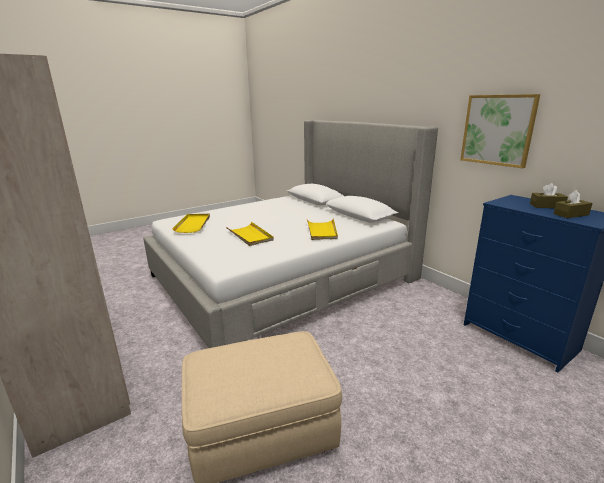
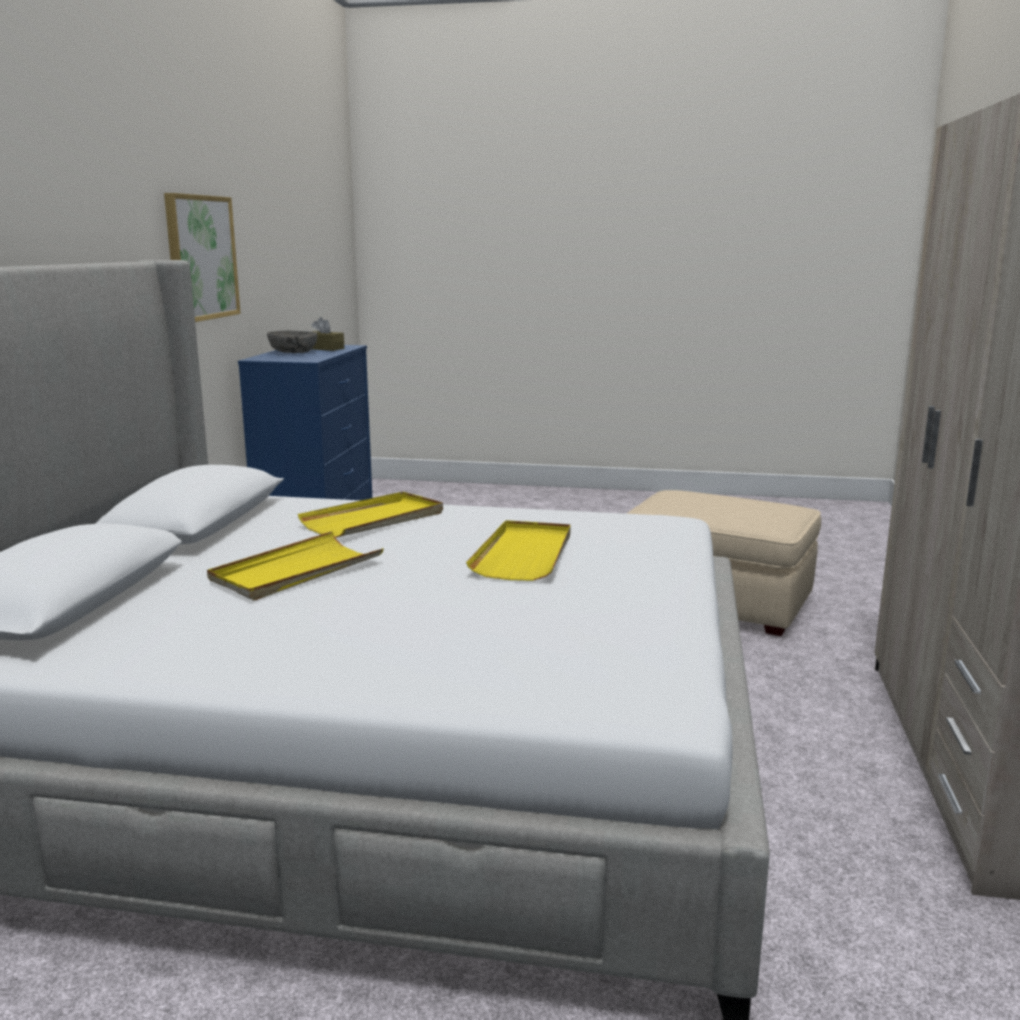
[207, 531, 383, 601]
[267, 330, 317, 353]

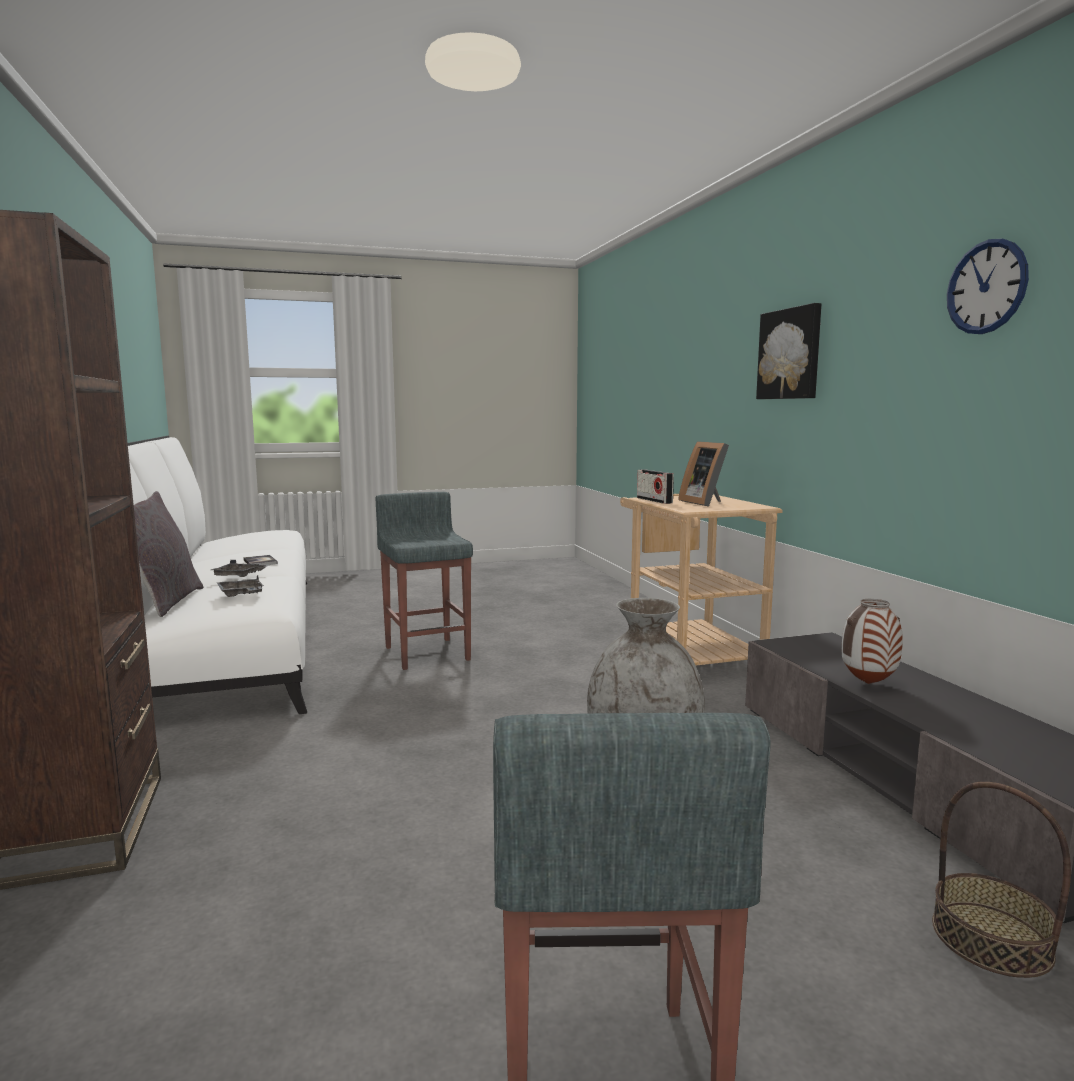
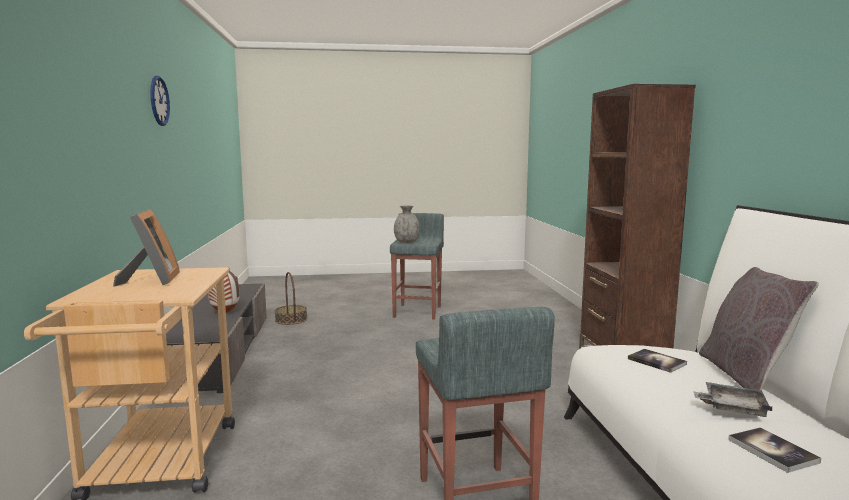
[628, 349, 687, 373]
[637, 469, 674, 504] (first image)
[756, 303, 822, 399] (first image)

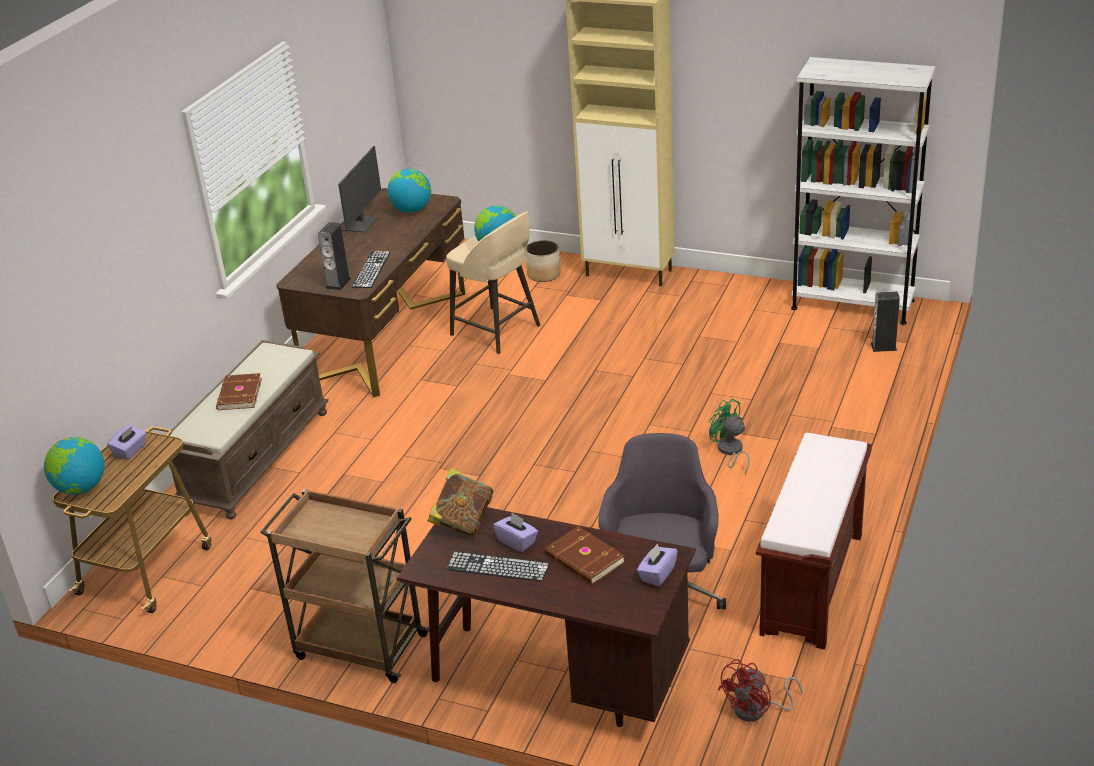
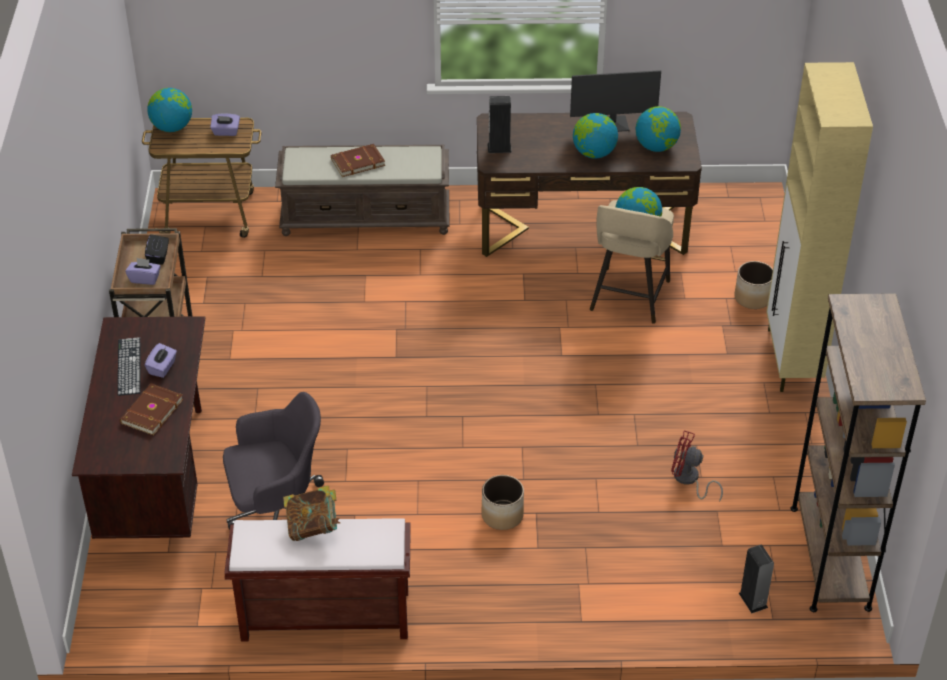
[125, 258, 161, 285]
[145, 234, 169, 264]
[283, 485, 340, 541]
[482, 475, 524, 530]
[573, 113, 618, 158]
[671, 430, 723, 502]
[790, 293, 926, 612]
[352, 251, 390, 288] (first image)

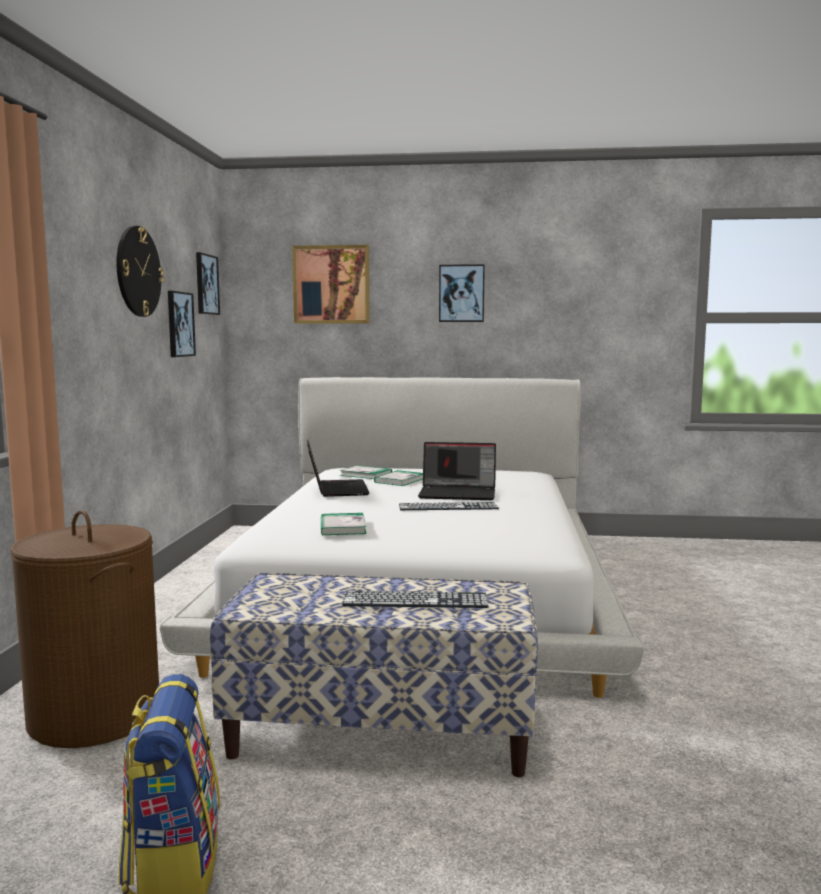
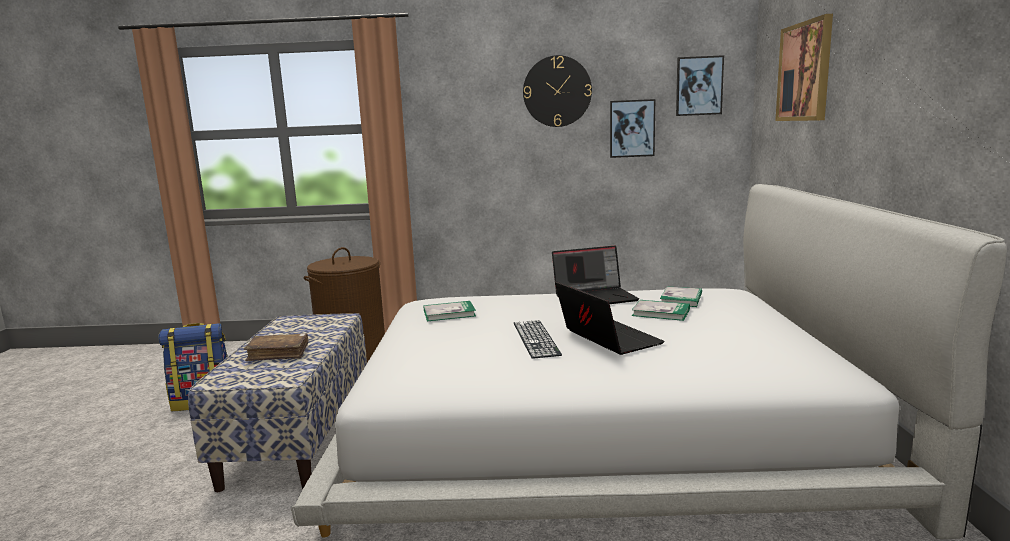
[244, 333, 309, 361]
[555, 281, 665, 355]
[439, 264, 485, 322] (first image)

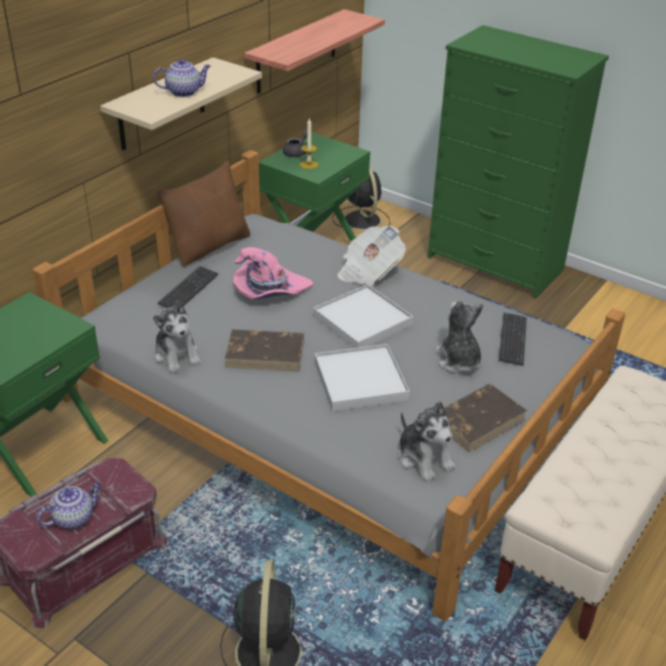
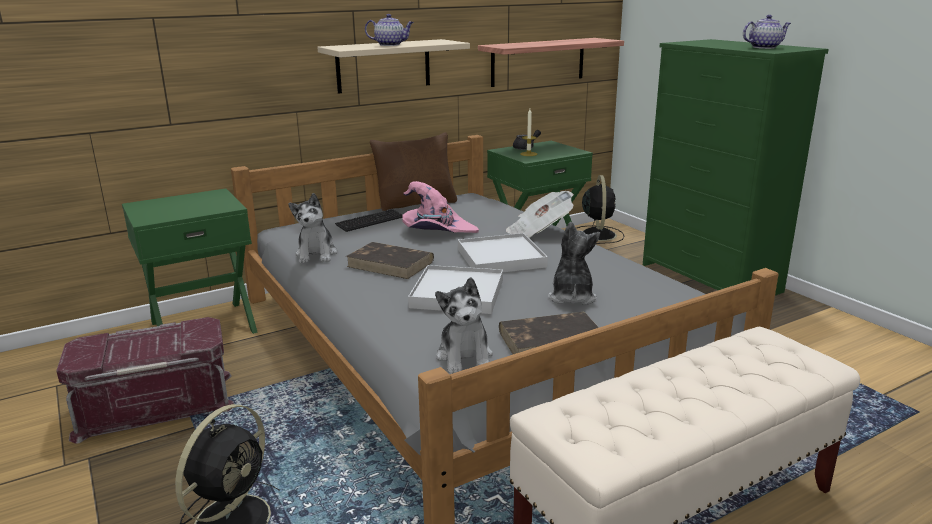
[743, 15, 791, 49]
[499, 312, 527, 366] (first image)

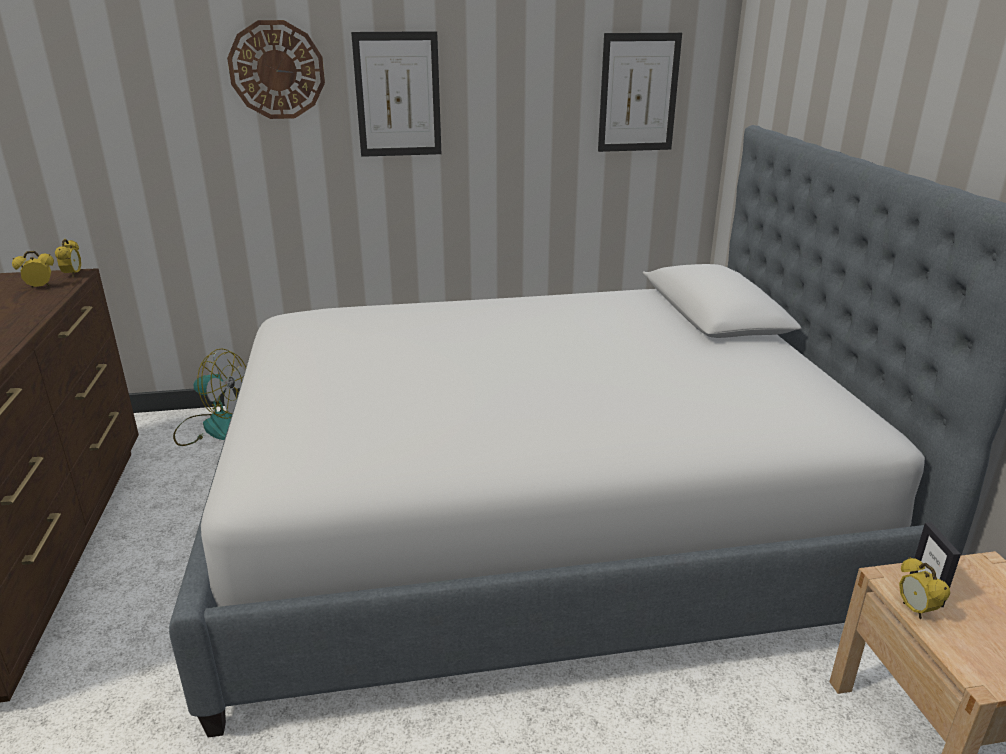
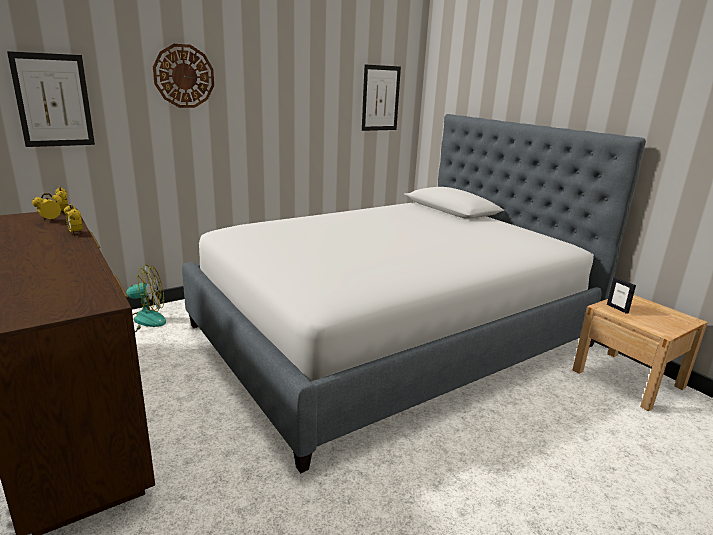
[7, 51, 95, 147]
[64, 204, 83, 235]

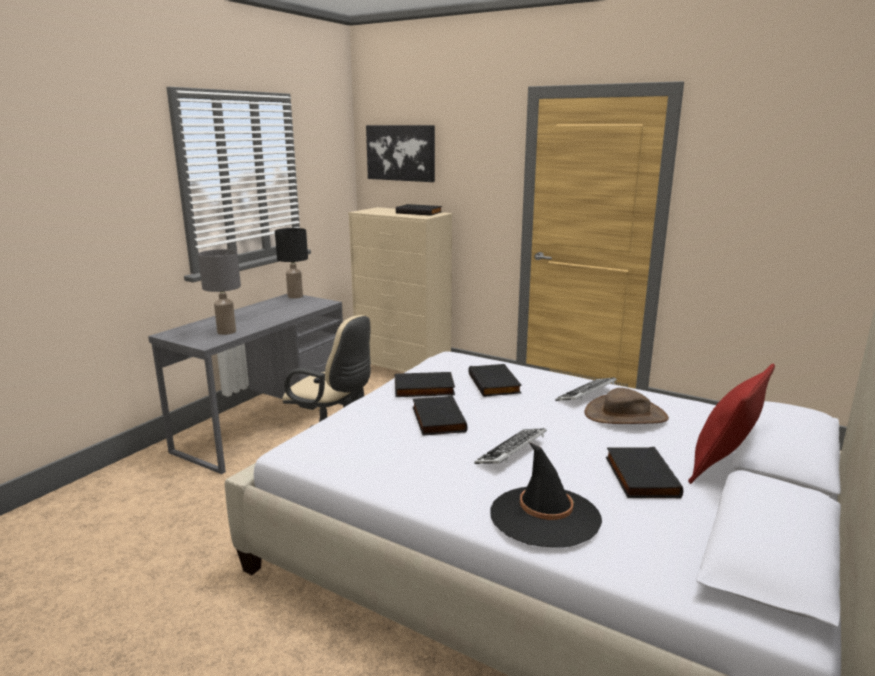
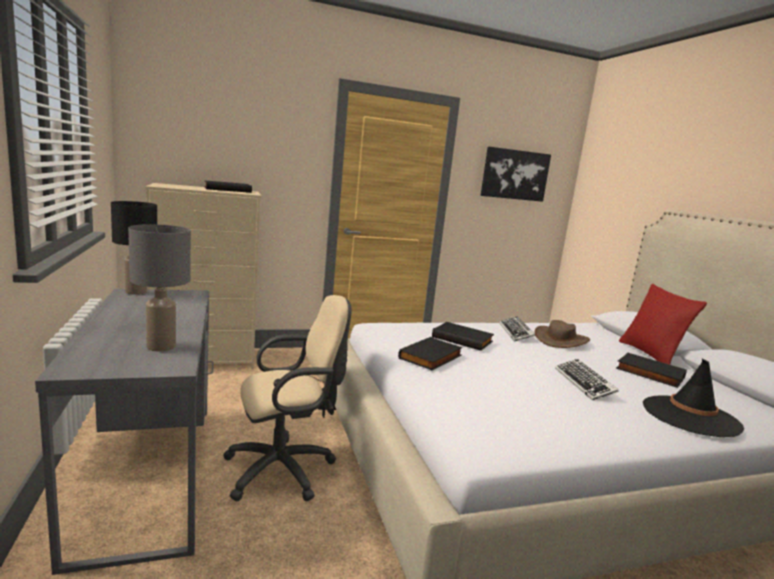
[481, 147, 551, 202]
[412, 395, 468, 436] (first image)

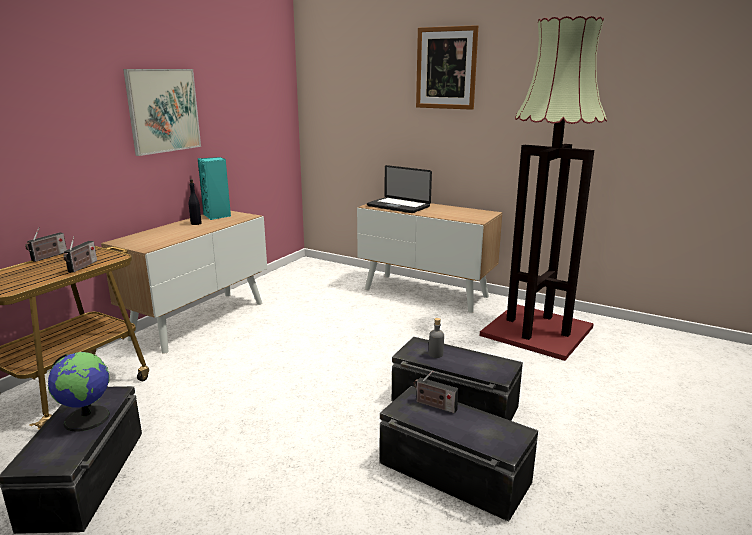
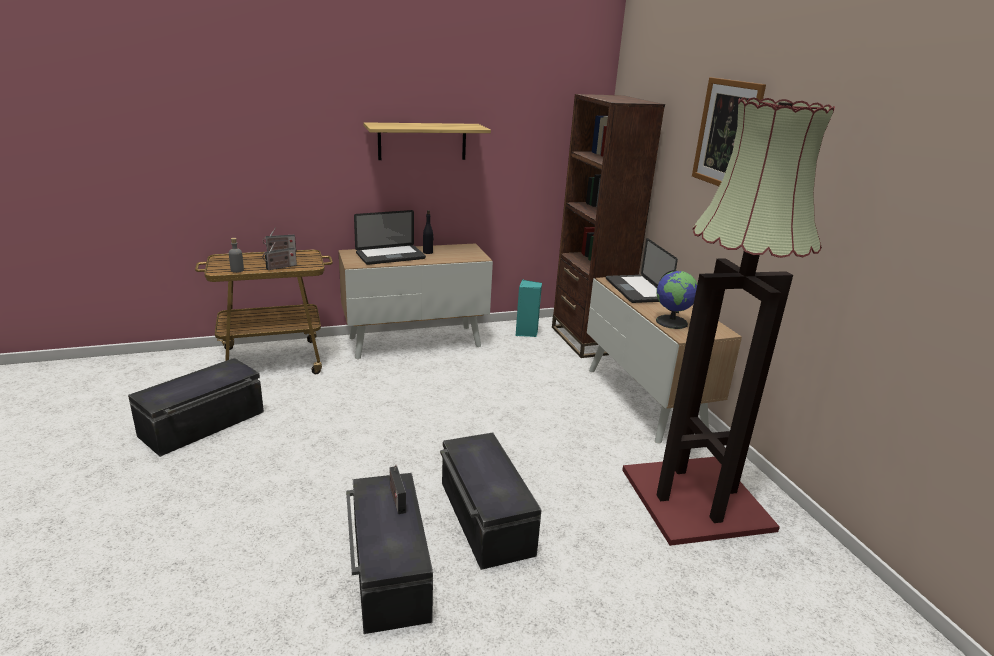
[229, 238, 244, 273]
[354, 210, 426, 265]
[363, 122, 491, 160]
[516, 279, 542, 337]
[552, 94, 665, 358]
[656, 270, 697, 329]

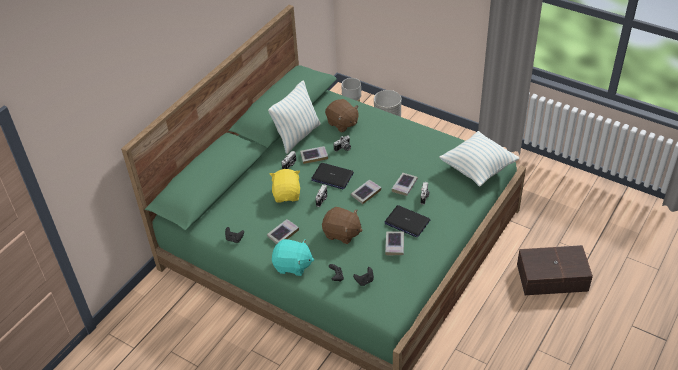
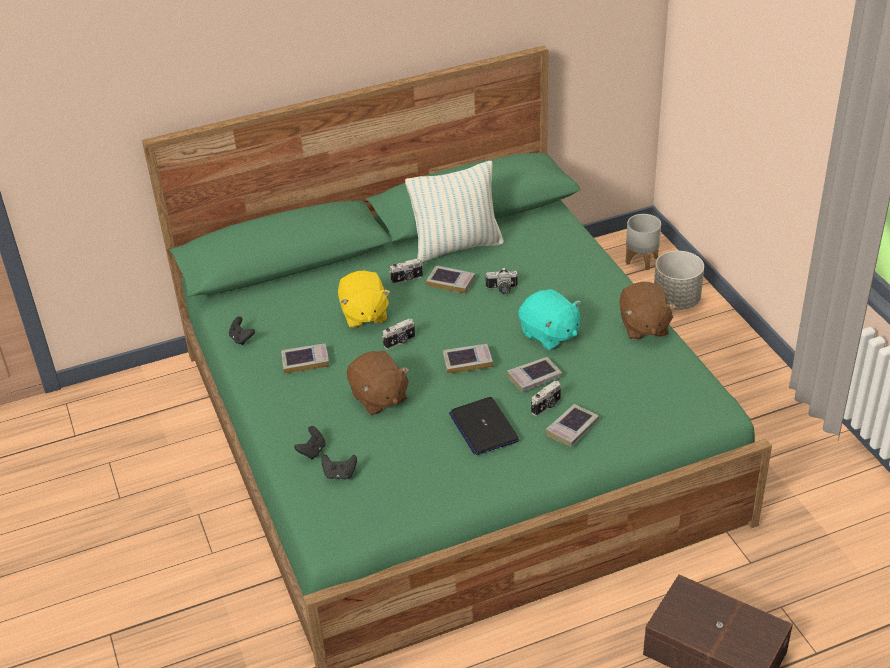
[338, 271, 390, 328]
[519, 289, 581, 350]
[546, 404, 599, 447]
[619, 282, 677, 340]
[311, 163, 354, 189] (first image)
[440, 131, 519, 187] (first image)

